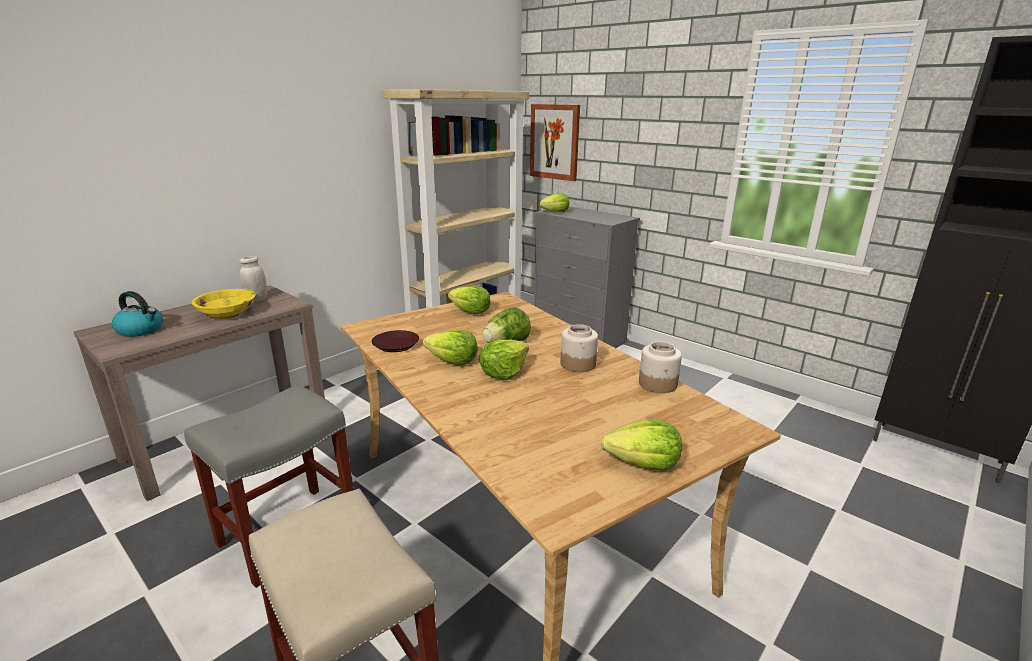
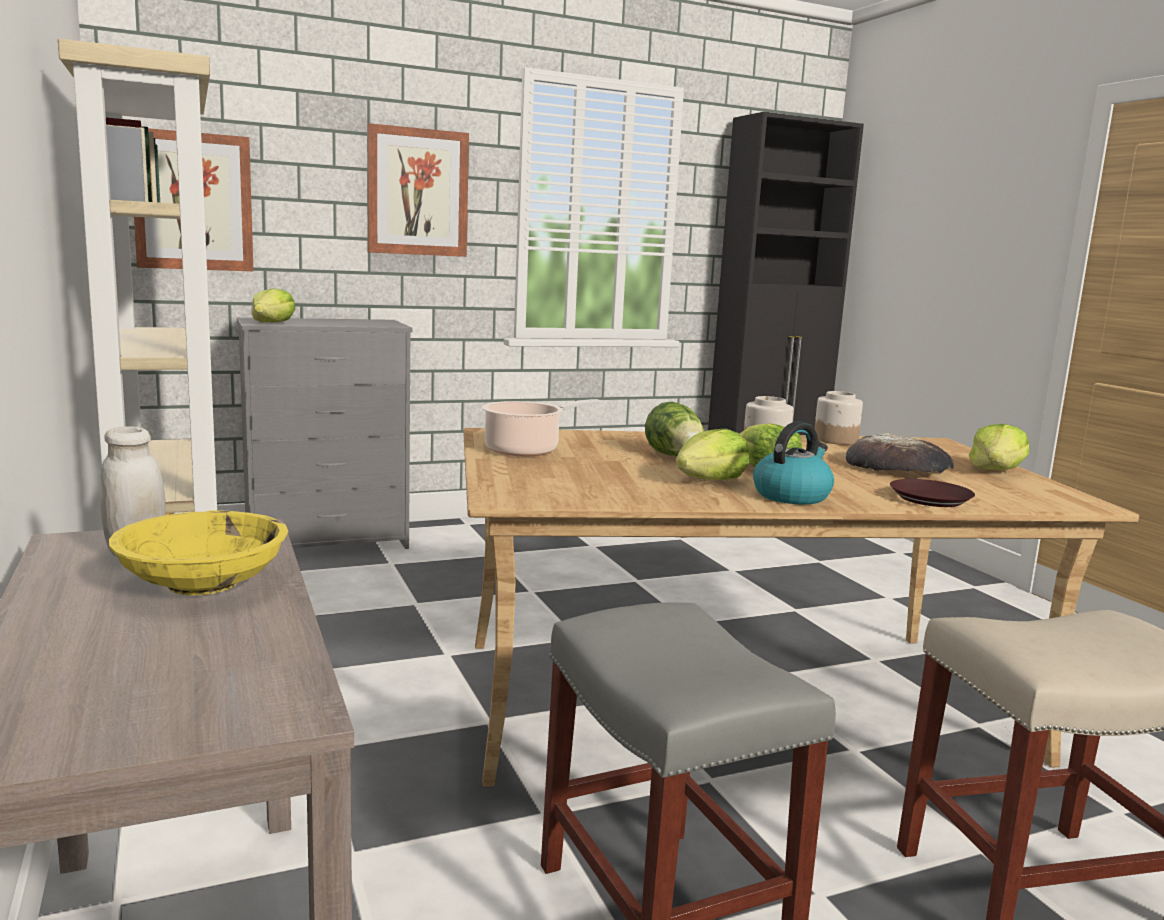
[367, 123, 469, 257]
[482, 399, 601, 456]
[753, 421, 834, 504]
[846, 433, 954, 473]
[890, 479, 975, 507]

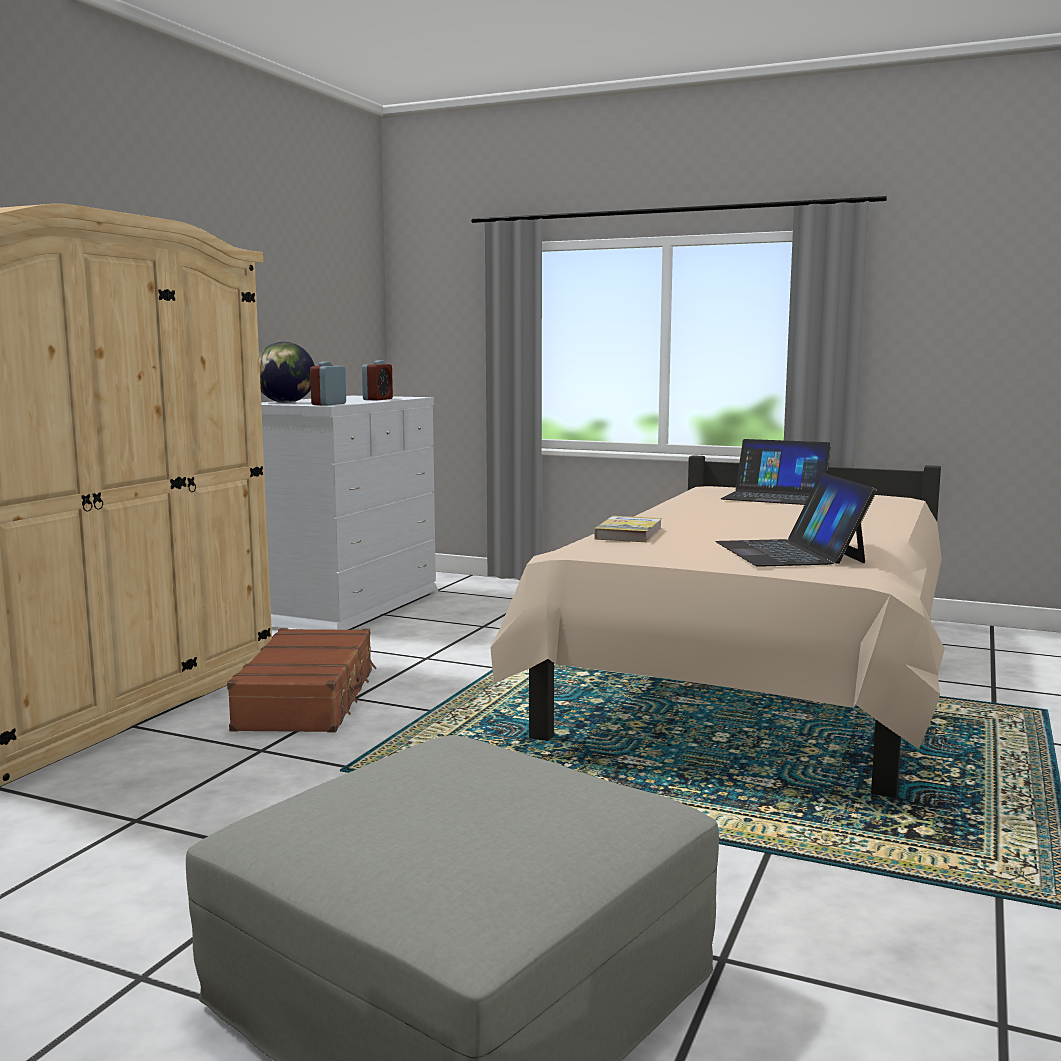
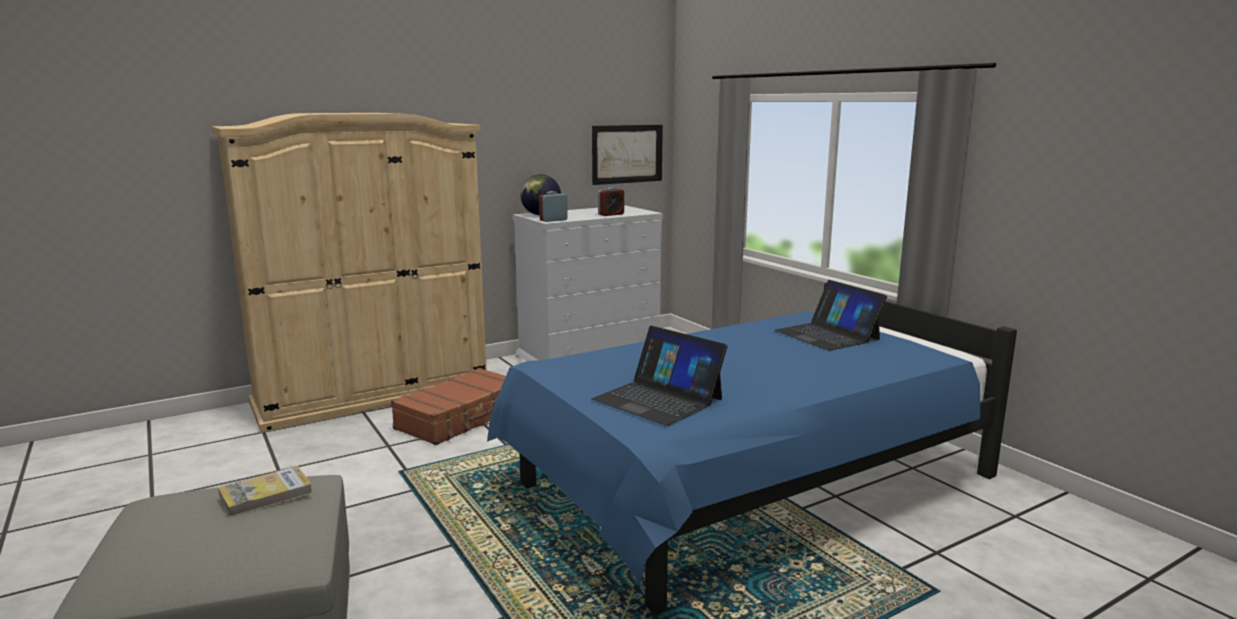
[218, 466, 312, 517]
[487, 283, 1017, 615]
[592, 125, 663, 185]
[592, 326, 727, 426]

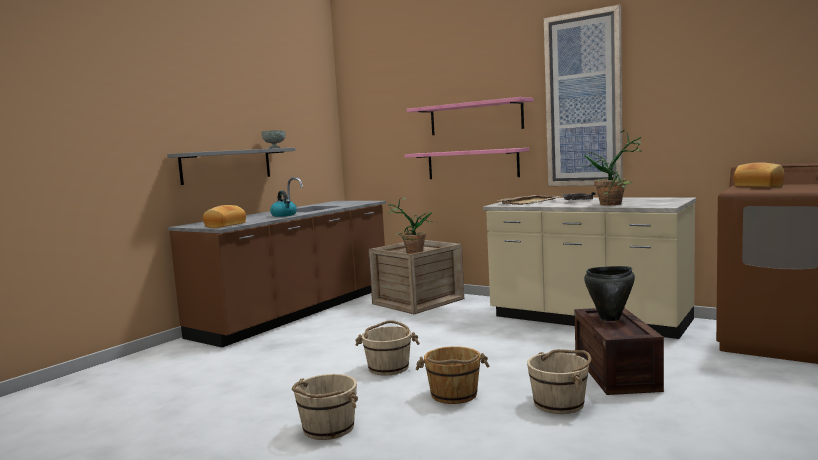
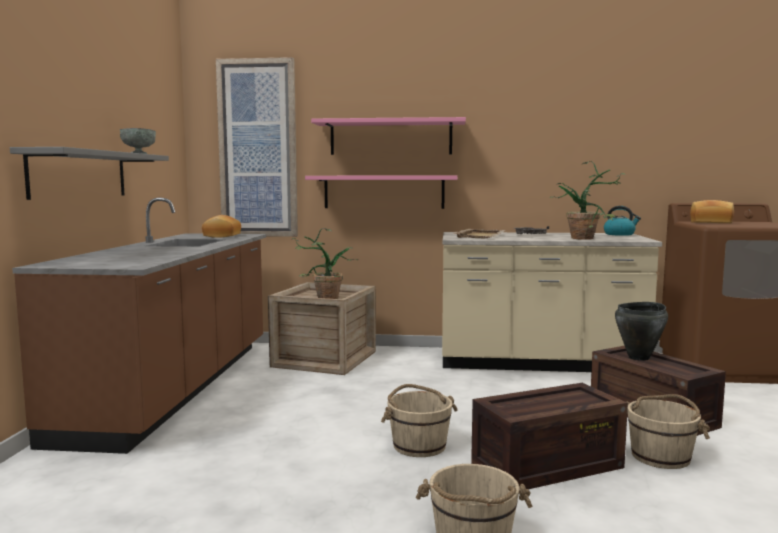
[202, 215, 241, 238]
[216, 57, 298, 237]
[471, 383, 628, 489]
[604, 206, 641, 236]

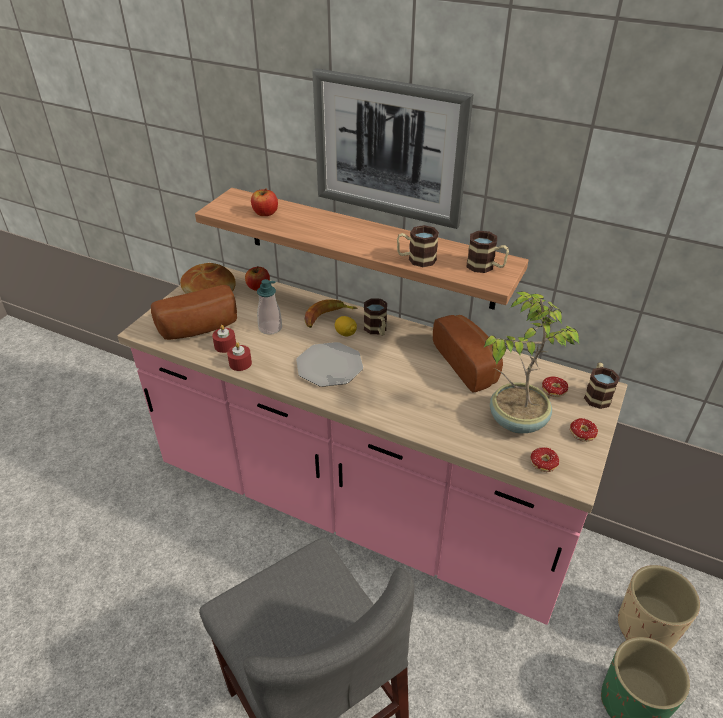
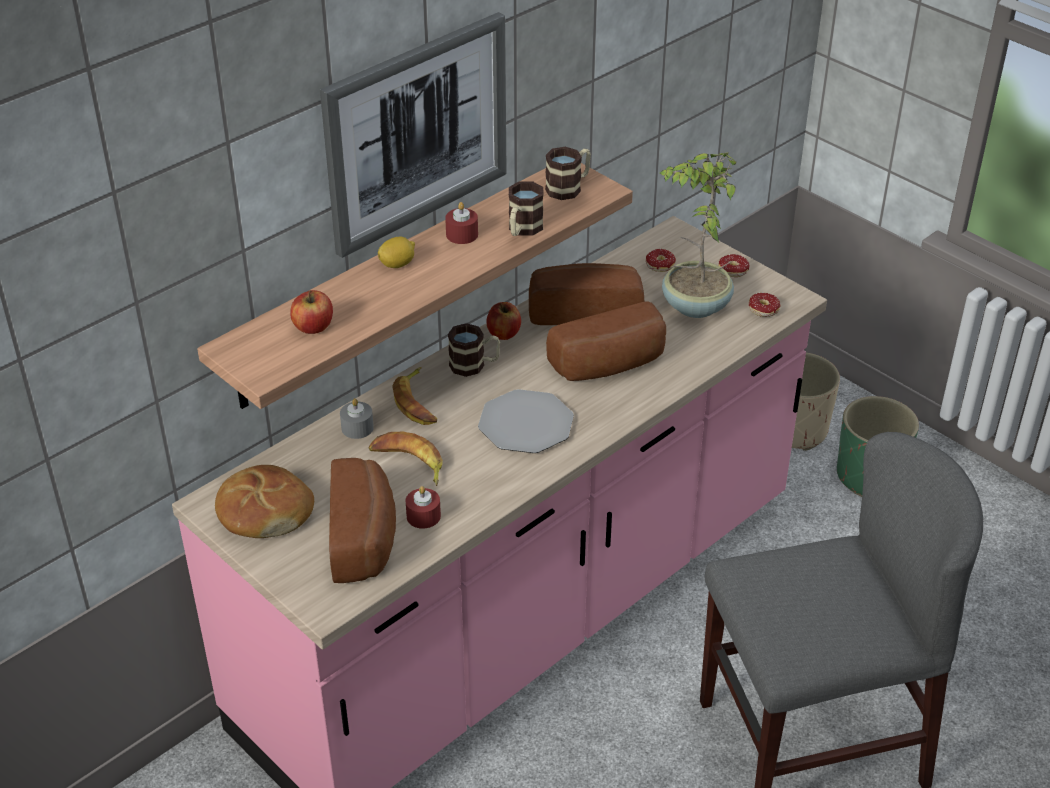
[340, 398, 374, 439]
[368, 432, 443, 486]
[378, 236, 415, 268]
[445, 202, 478, 244]
[486, 302, 521, 340]
[546, 301, 666, 381]
[584, 362, 620, 409] (first image)

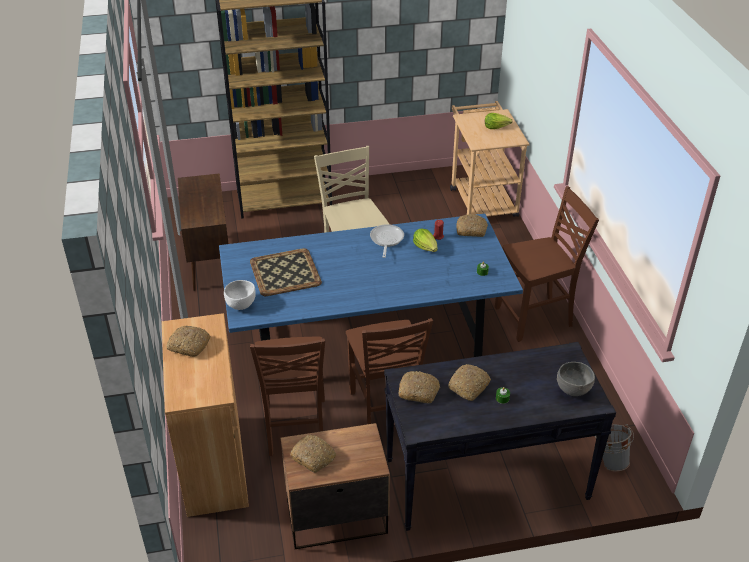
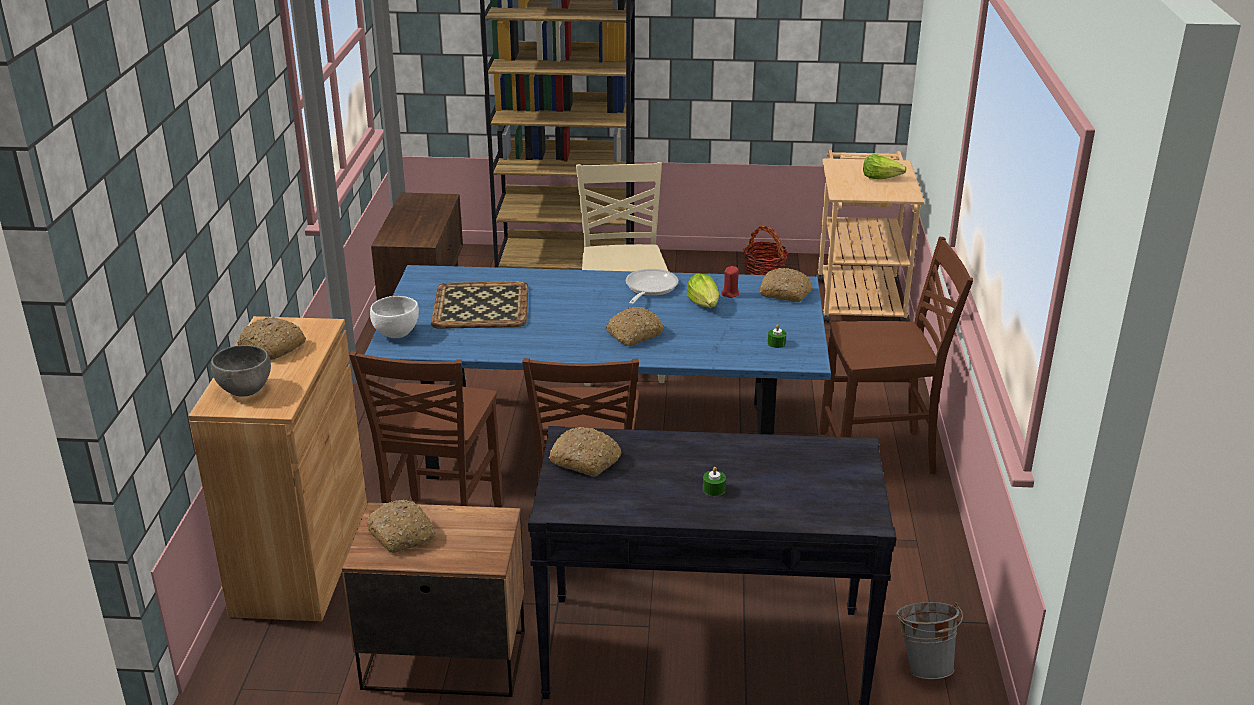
[211, 345, 271, 397]
[606, 307, 664, 346]
[743, 226, 788, 275]

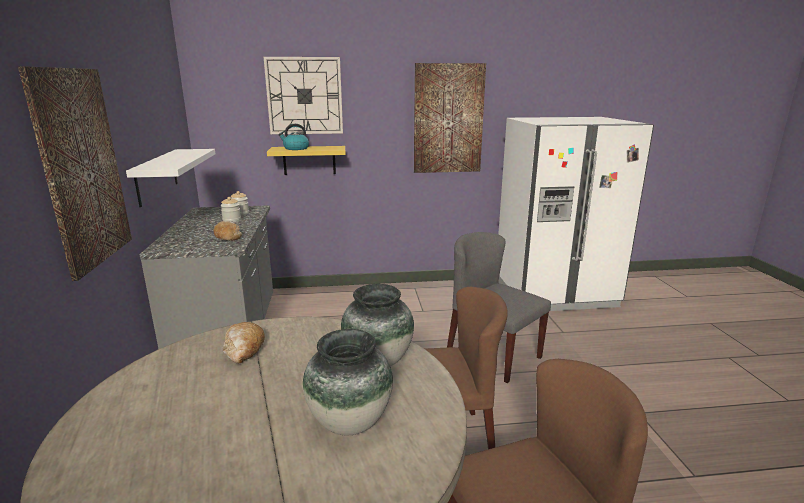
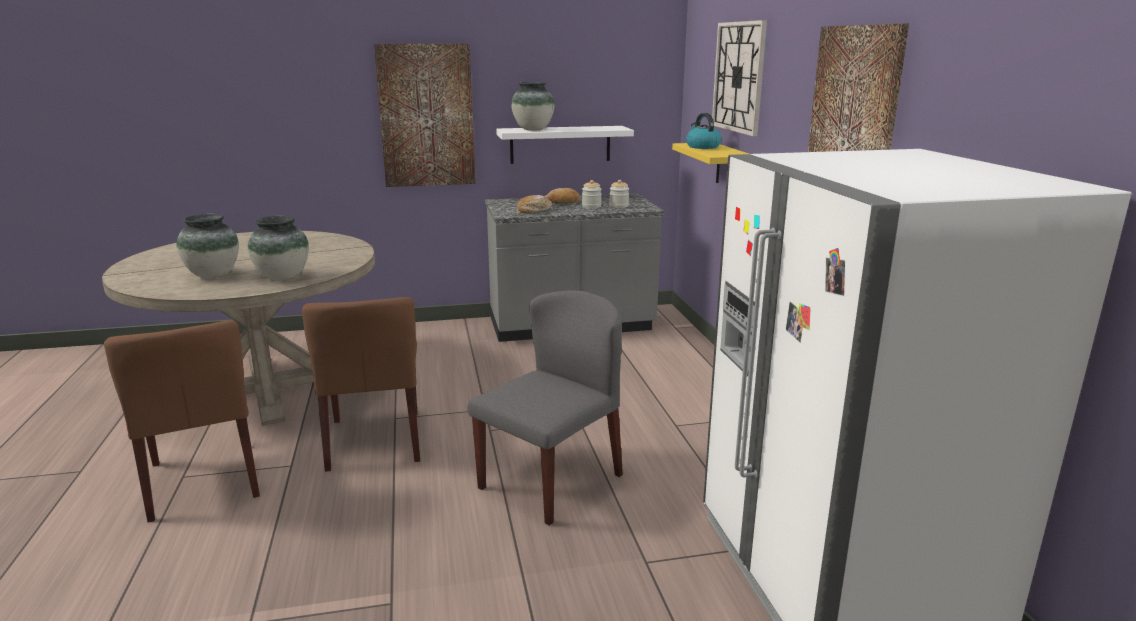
[511, 82, 555, 131]
[545, 188, 580, 204]

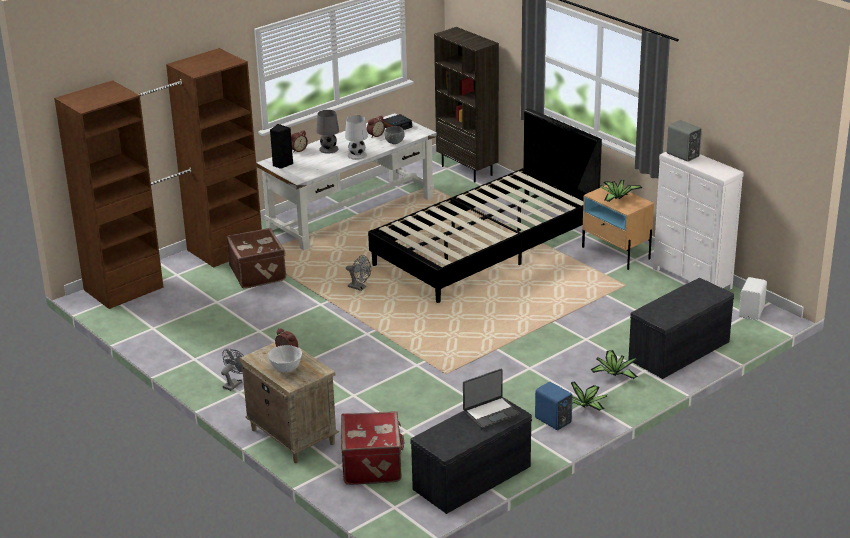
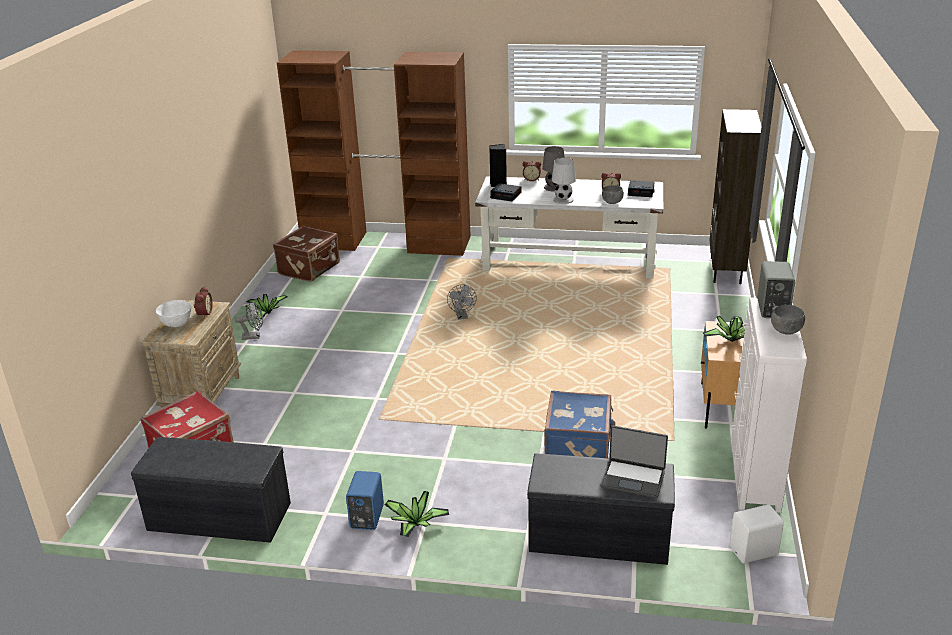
[246, 294, 287, 319]
[273, 226, 340, 282]
[490, 183, 521, 201]
[545, 391, 615, 458]
[600, 426, 668, 498]
[771, 305, 805, 335]
[368, 108, 602, 303] (first image)

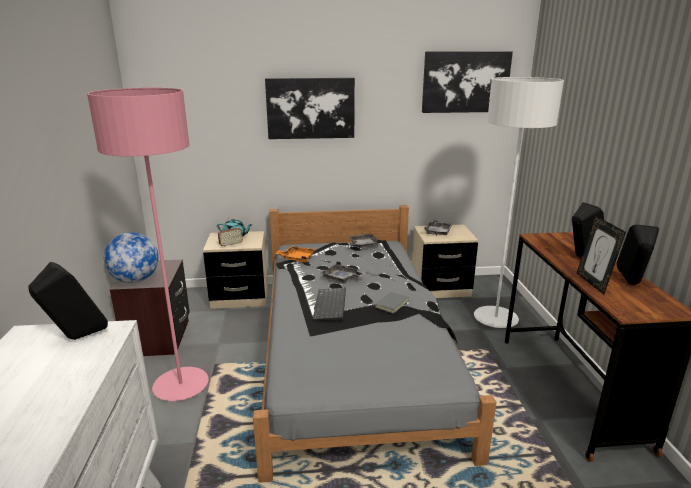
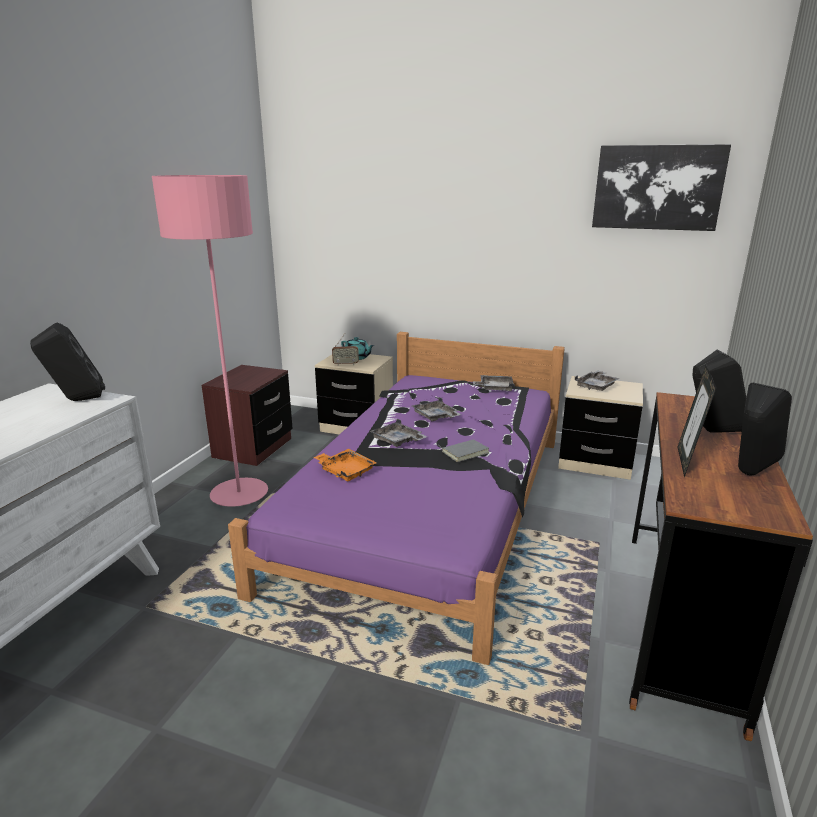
[228, 332, 565, 665]
[313, 449, 377, 481]
[370, 419, 427, 447]
[104, 232, 159, 283] (first image)
[265, 78, 355, 139] (first image)
[474, 77, 564, 328] (first image)

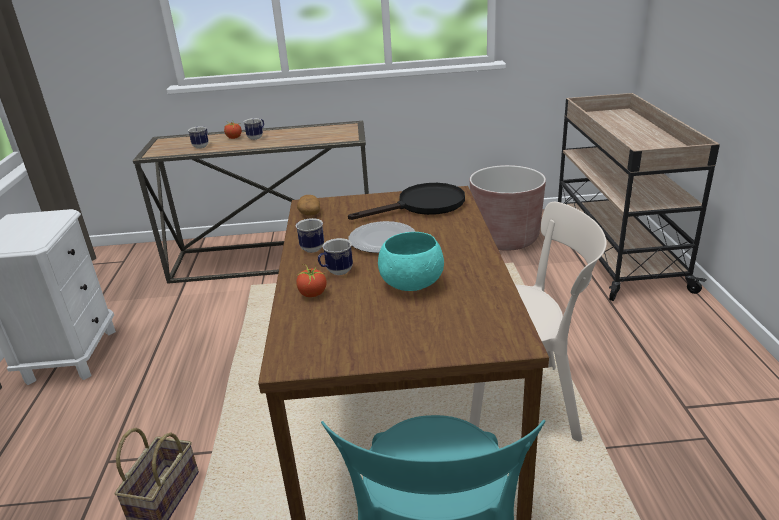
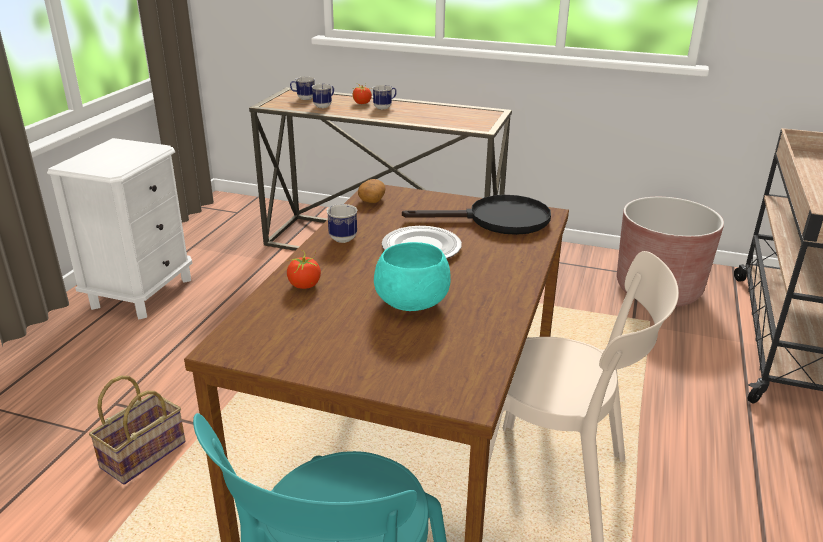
[290, 76, 315, 100]

